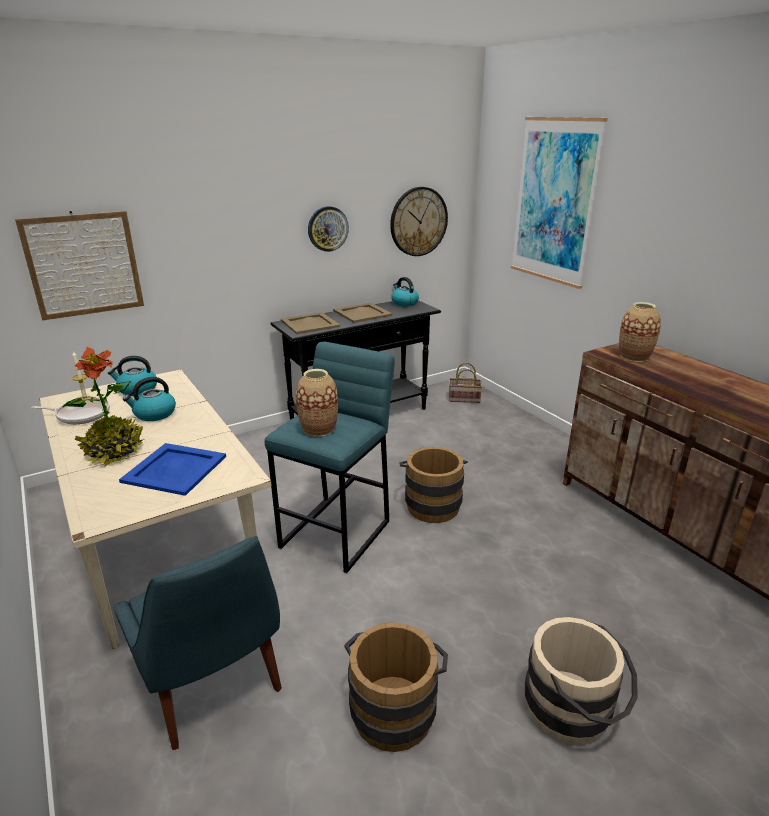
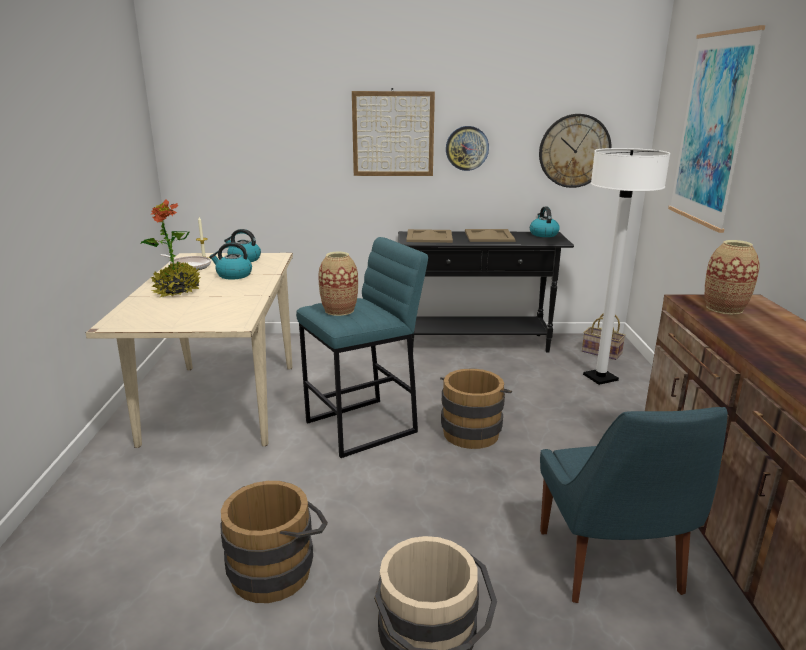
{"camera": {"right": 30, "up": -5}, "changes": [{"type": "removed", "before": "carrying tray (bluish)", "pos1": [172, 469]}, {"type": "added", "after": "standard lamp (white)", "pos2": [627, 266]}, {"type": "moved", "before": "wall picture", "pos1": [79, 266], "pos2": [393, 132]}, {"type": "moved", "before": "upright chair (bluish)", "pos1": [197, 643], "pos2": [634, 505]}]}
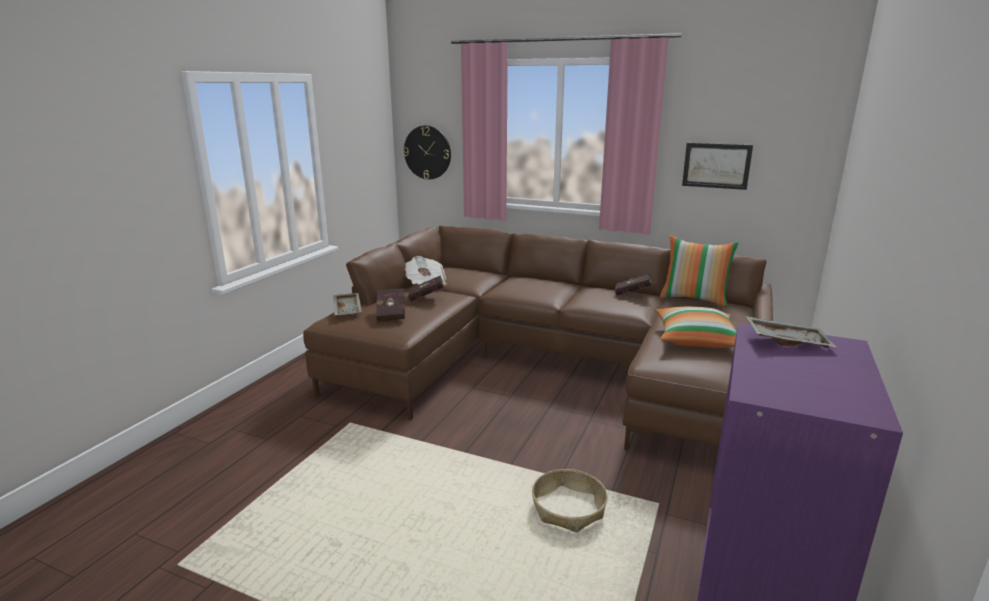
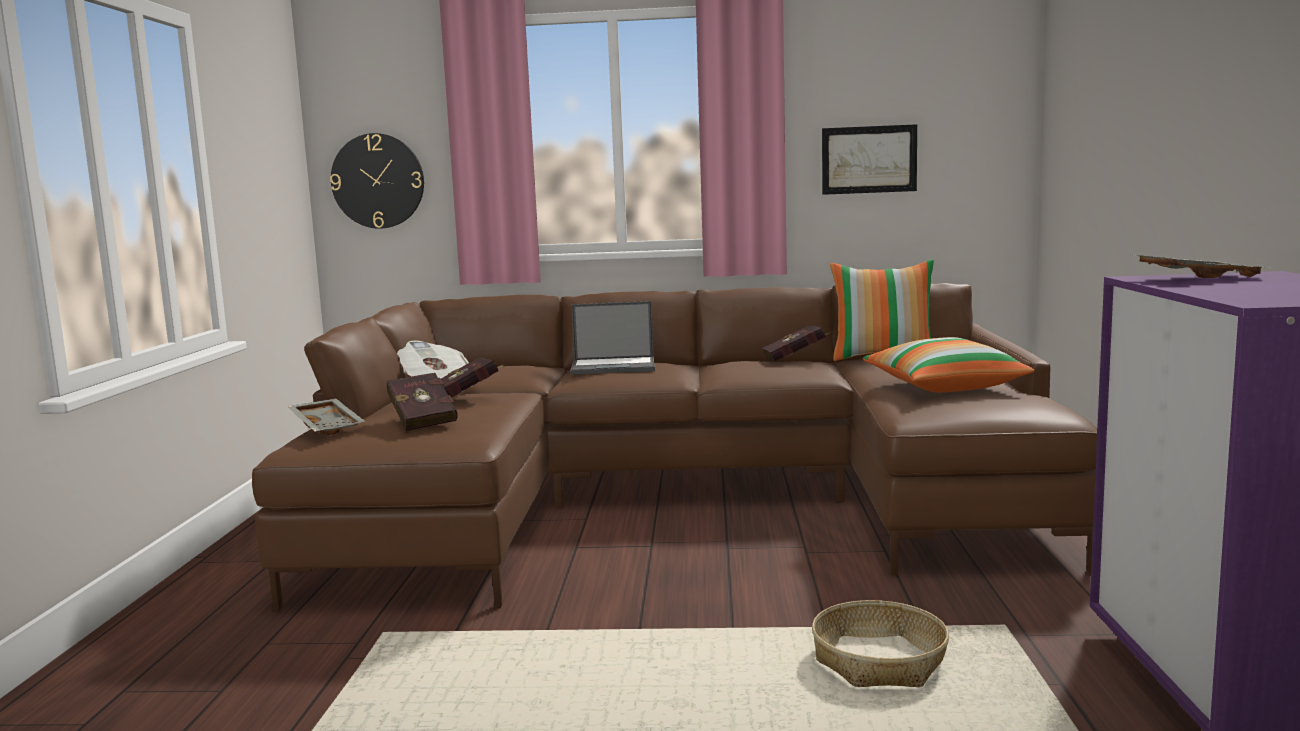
{"camera": {"right": -20, "up": -10}, "changes": [{"type": "added", "after": "portable computer", "pos2": [612, 338]}]}
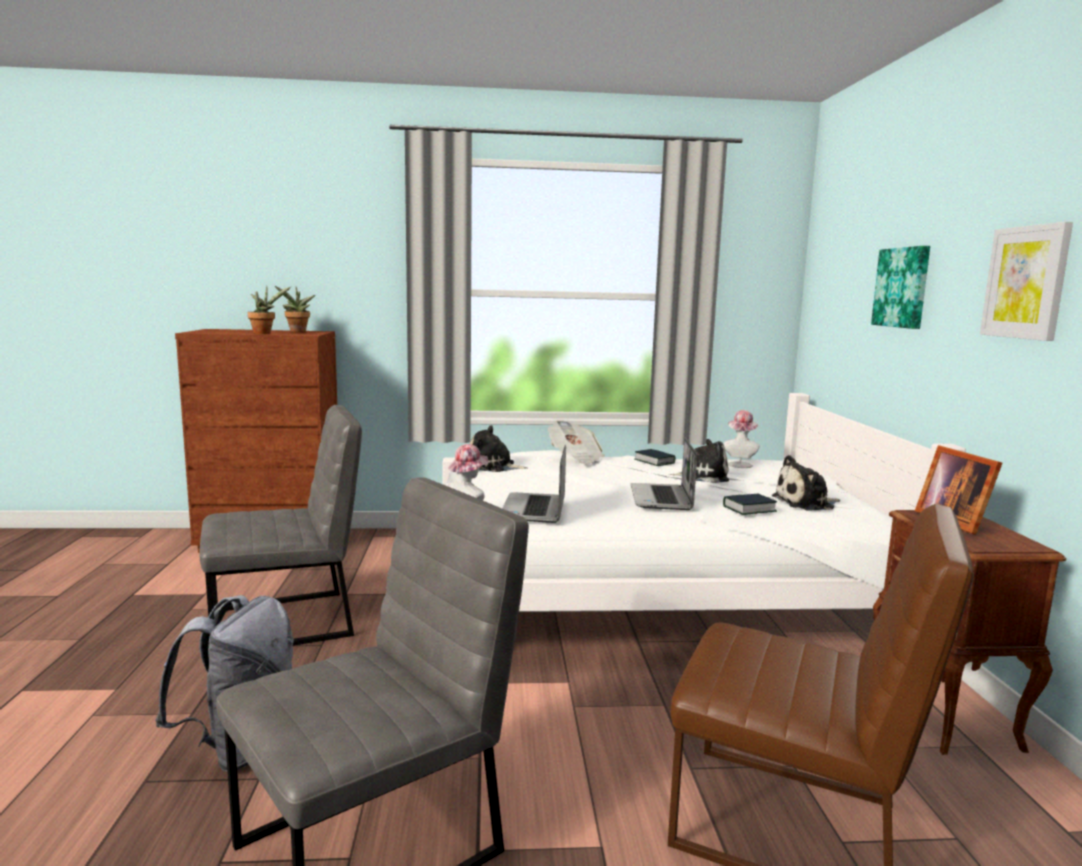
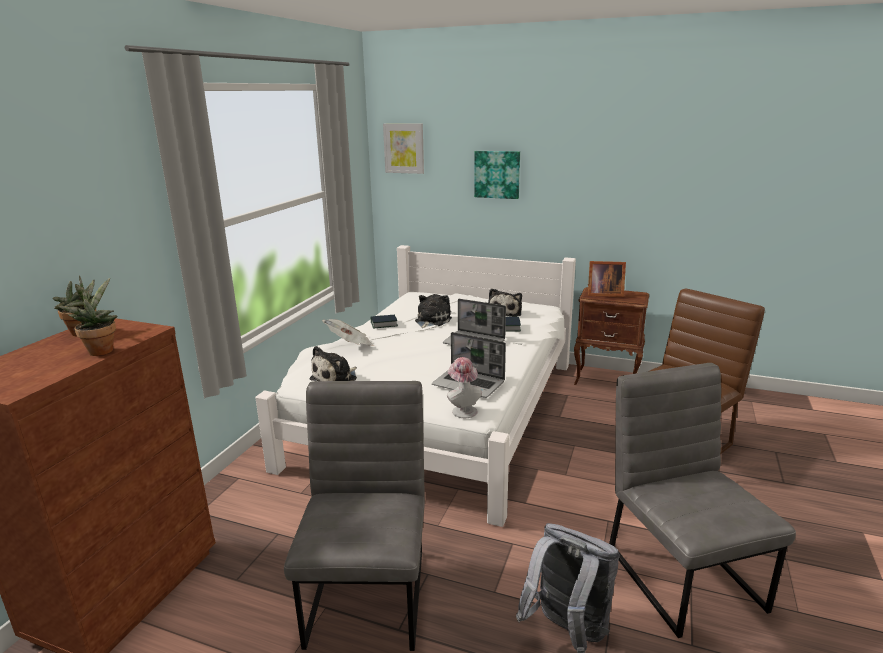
{"camera": {"right": -65, "up": 10}, "changes": [{"type": "removed", "before": "hat", "pos1": [742, 439]}, {"type": "moved", "before": "wall picture", "pos1": [1026, 281], "pos2": [403, 148]}]}
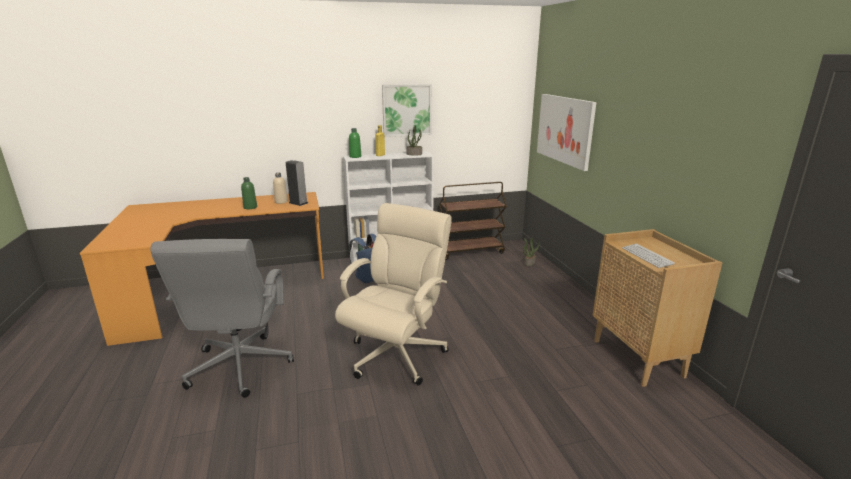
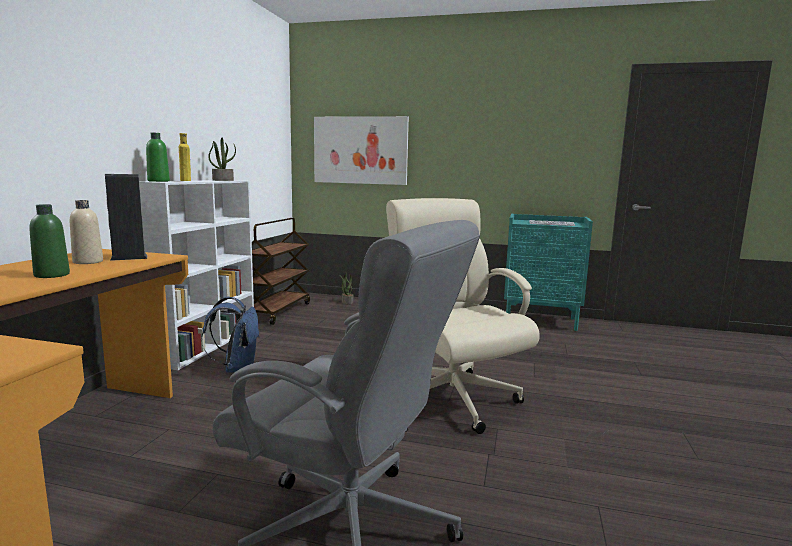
{"camera": {"right": -60, "up": -10}, "changes": [{"type": "removed", "before": "wall picture", "pos1": [407, 110]}, {"type": "recoloured", "before": "cabinet (brown)", "after": "cabinet (turquoise)", "pos1": [657, 308], "pos2": [548, 272]}]}
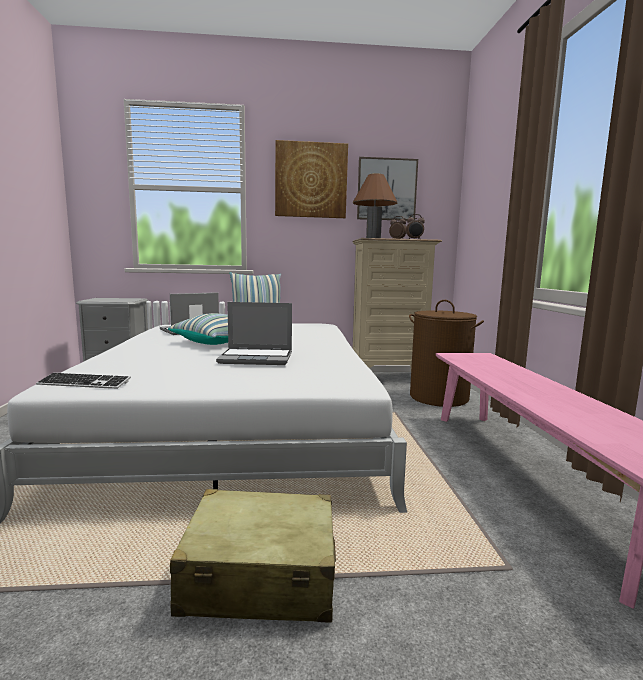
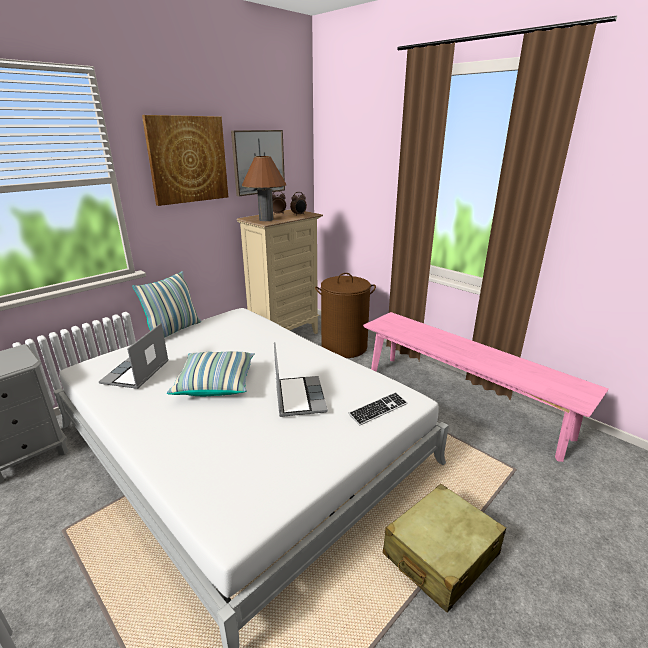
{"camera": {"right": -40, "up": 15}, "changes": [{"type": "moved", "before": "PC keyboard", "pos1": [83, 381], "pos2": [378, 409]}, {"type": "turned", "before": "portable computer", "pos1": [254, 333], "pos2": [301, 379], "turn": -60}]}
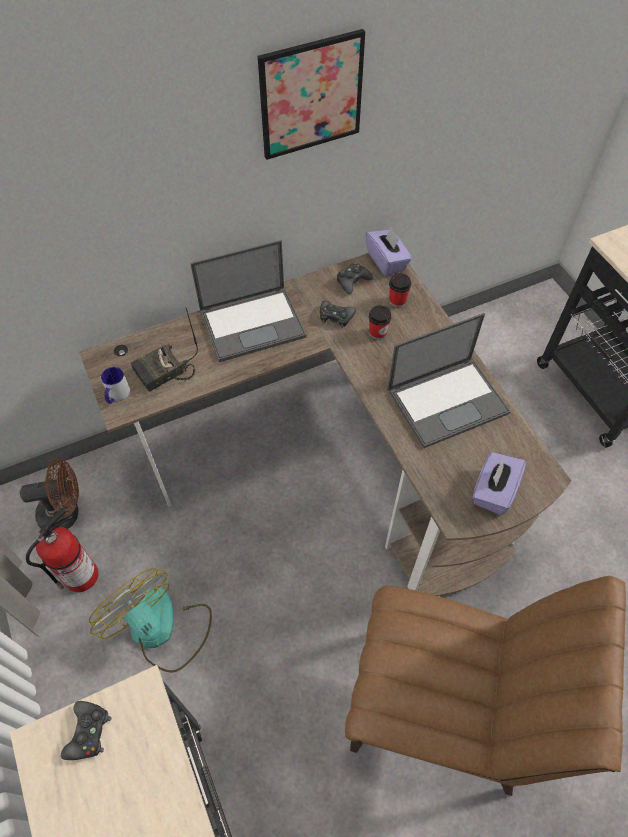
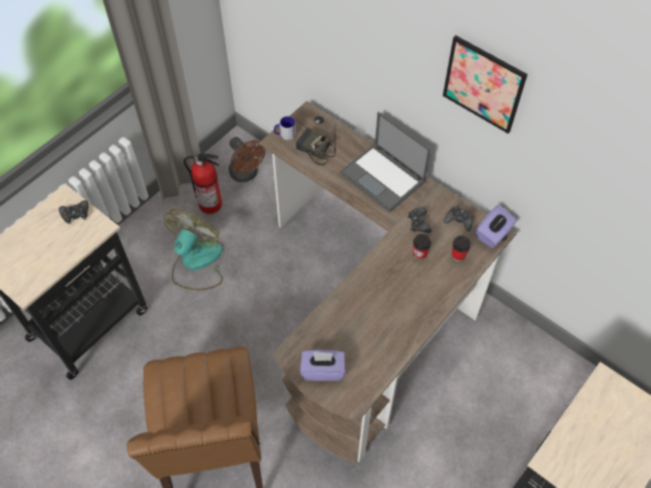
{"camera": {"right": 65, "up": 0}, "changes": [{"type": "removed", "before": "portable computer", "pos1": [449, 380]}]}
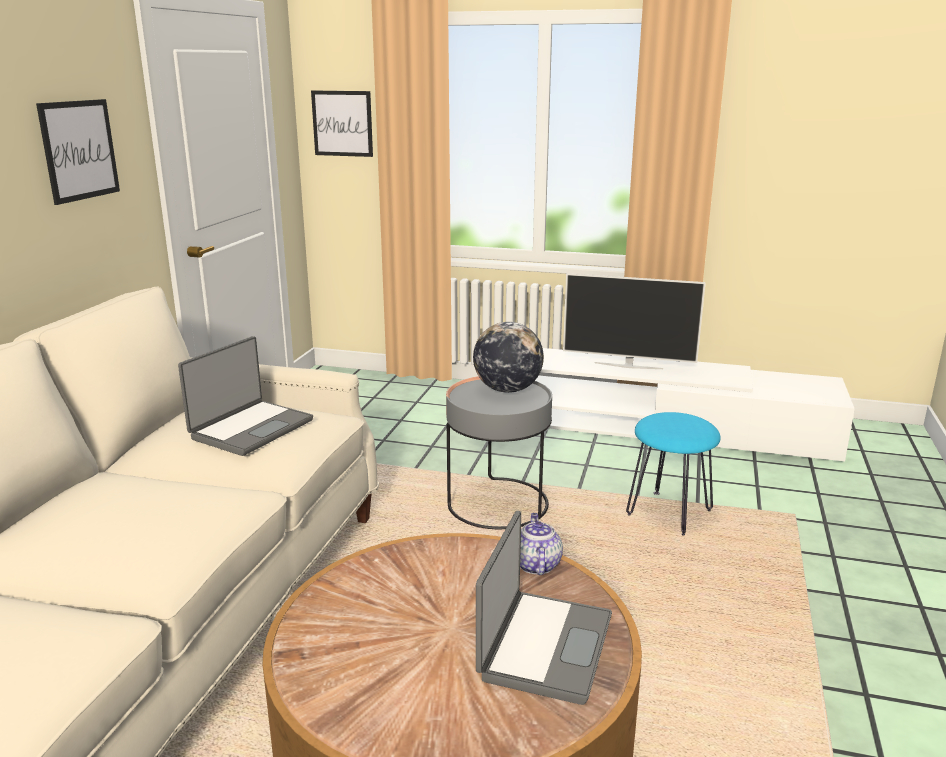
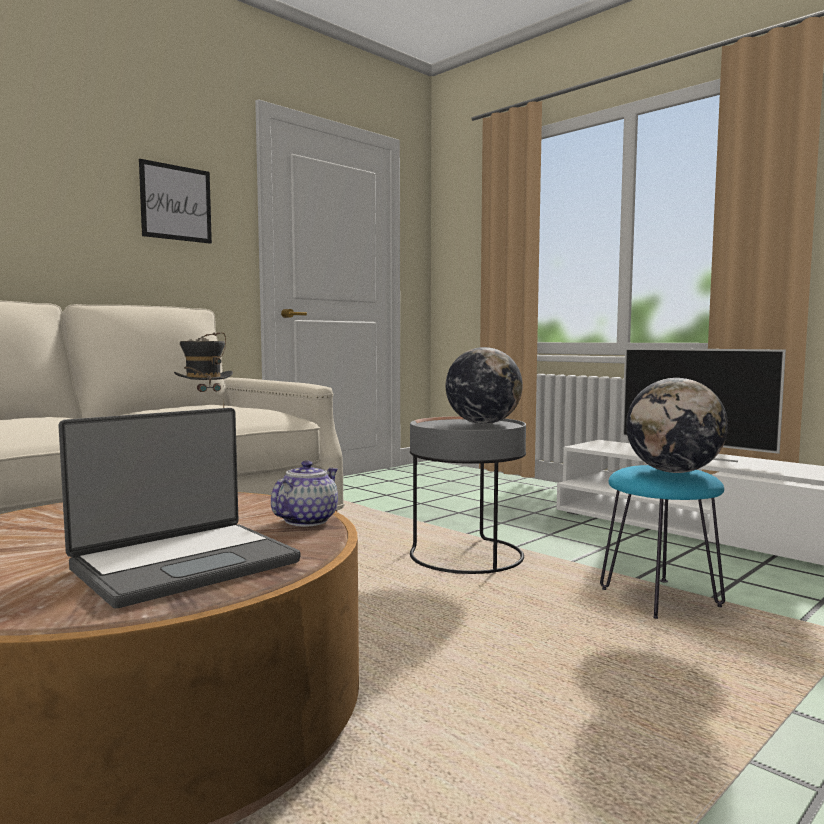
{"camera": {"right": 30, "up": -15}, "changes": [{"type": "removed", "before": "wall picture", "pos1": [342, 124]}, {"type": "added", "after": "world globe", "pos2": [677, 425]}, {"type": "replaced", "before": "portable computer", "after": "hat", "pos1": [245, 396], "pos2": [203, 370]}]}
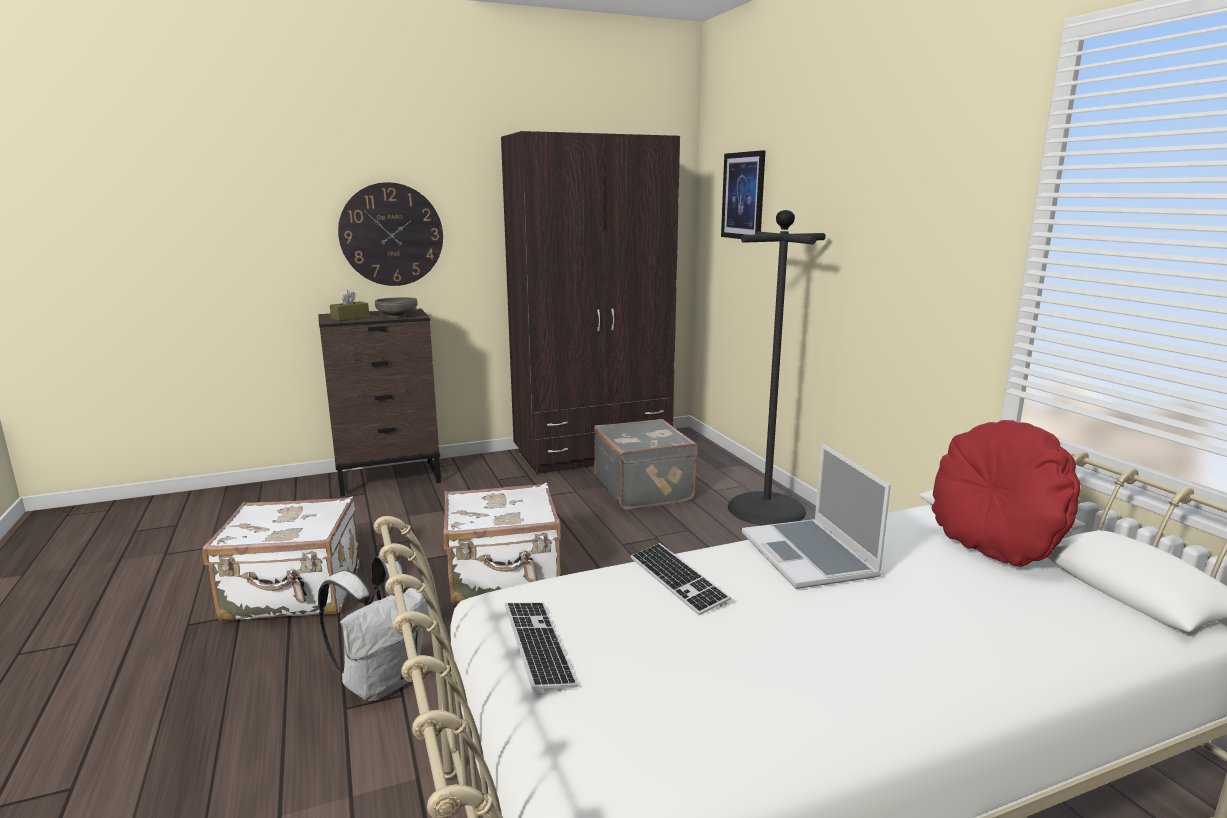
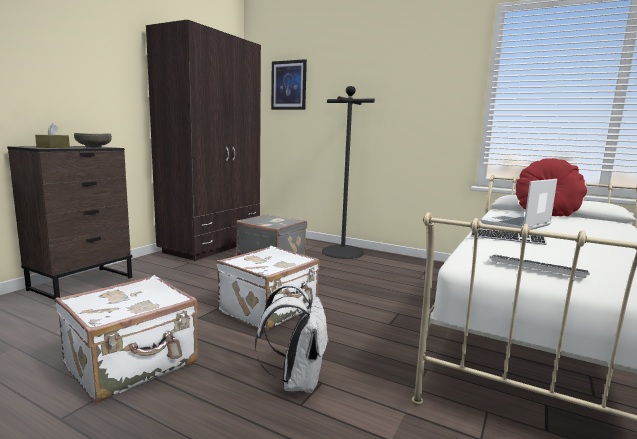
{"camera": {"right": -40, "up": -5}, "changes": [{"type": "removed", "before": "clock on the wall", "pos1": [390, 234]}, {"type": "turned", "before": "portable computer", "pos1": [816, 516], "pos2": [519, 204], "turn": 105}]}
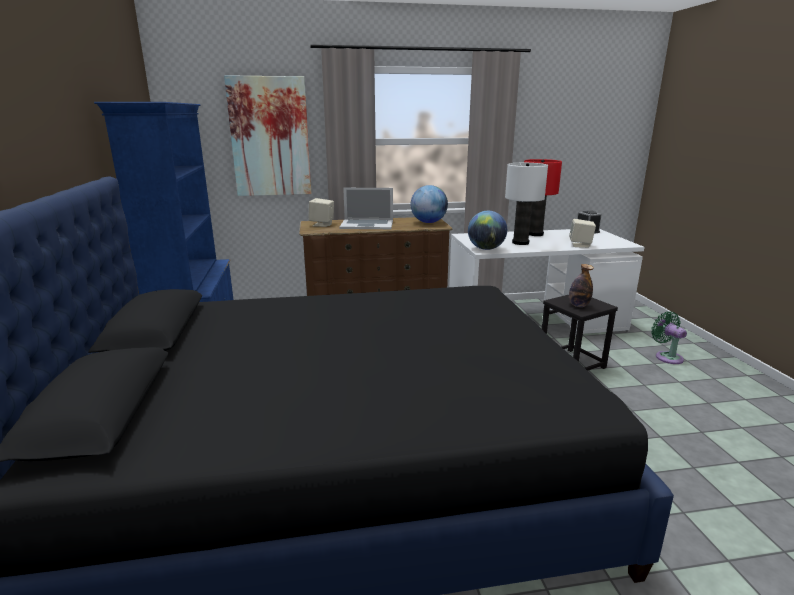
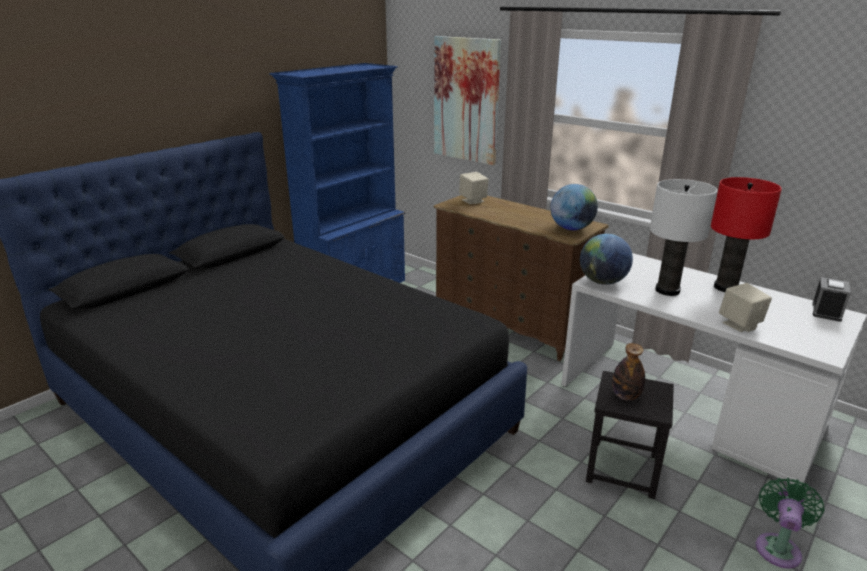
{"camera": {"right": 50, "up": 5}, "changes": [{"type": "removed", "before": "portable computer", "pos1": [366, 208]}]}
